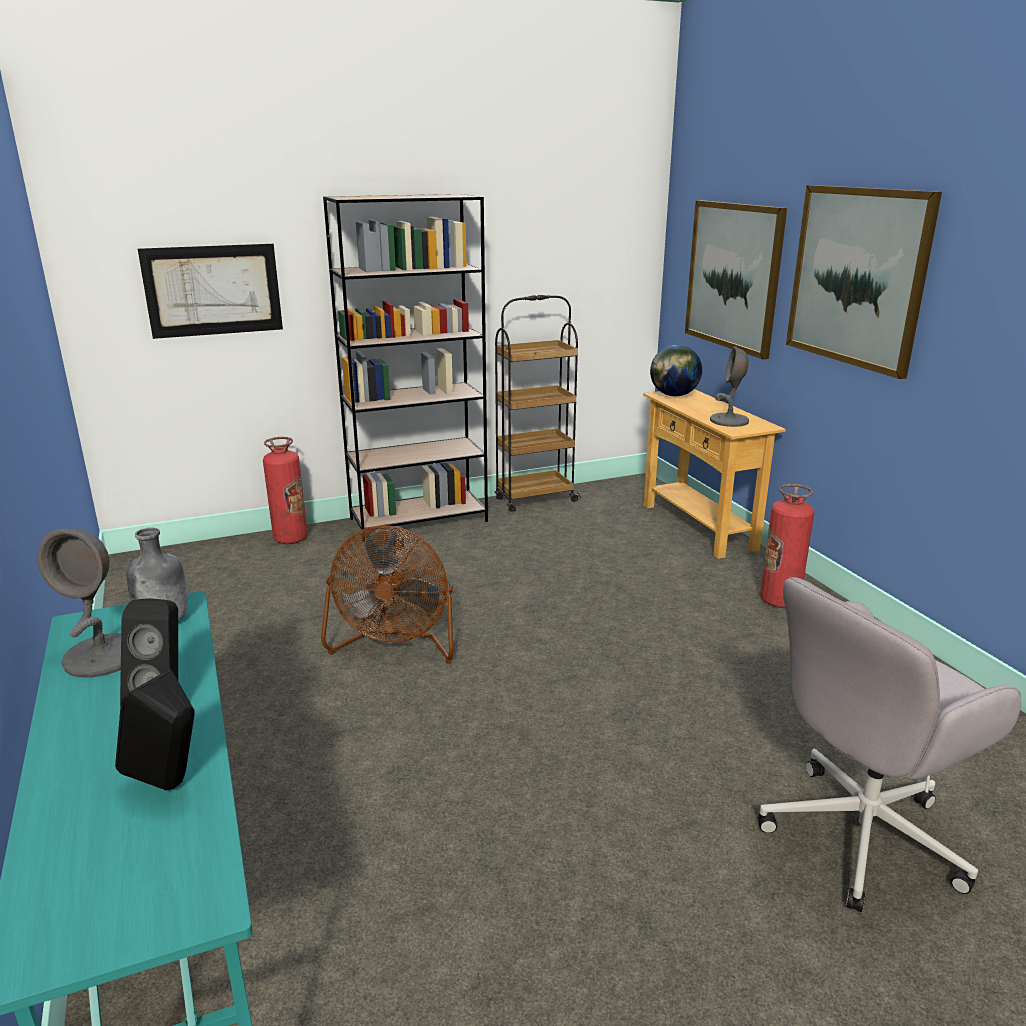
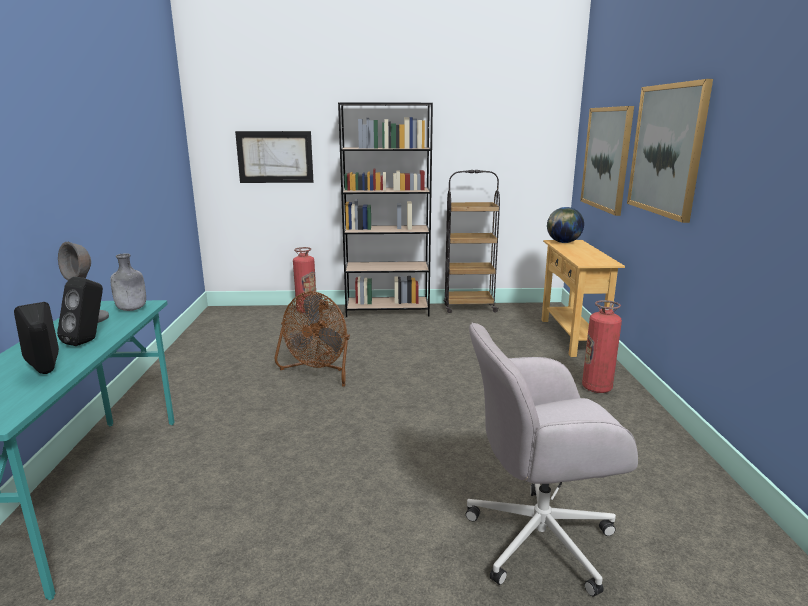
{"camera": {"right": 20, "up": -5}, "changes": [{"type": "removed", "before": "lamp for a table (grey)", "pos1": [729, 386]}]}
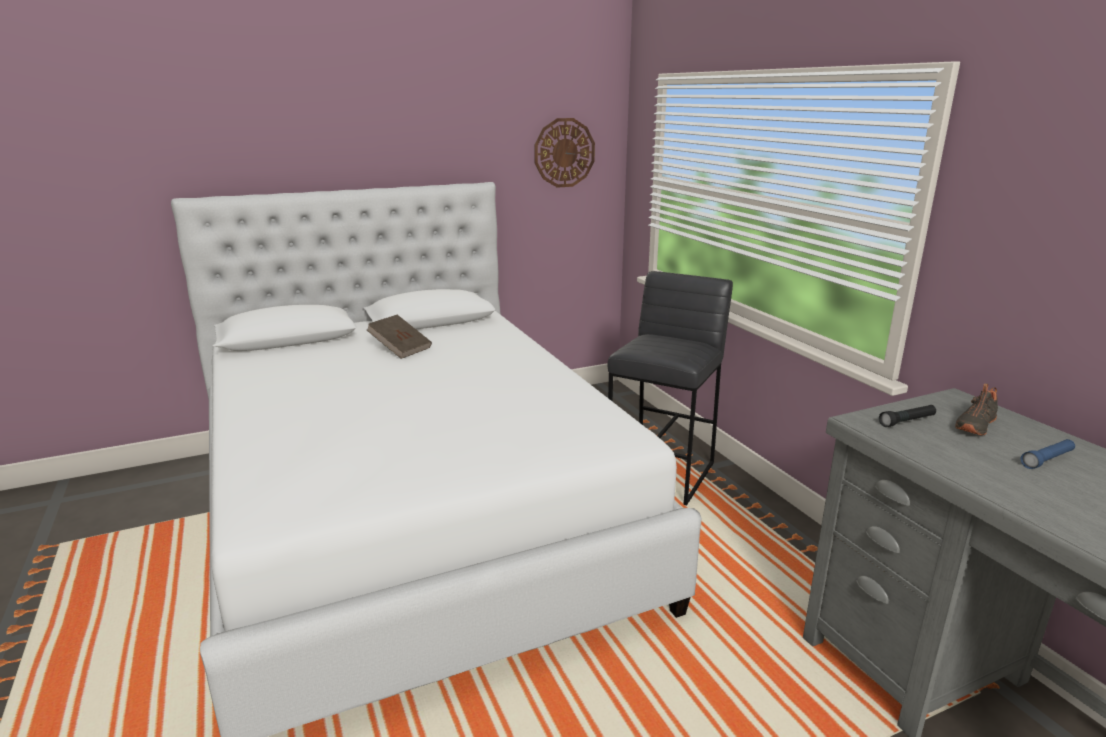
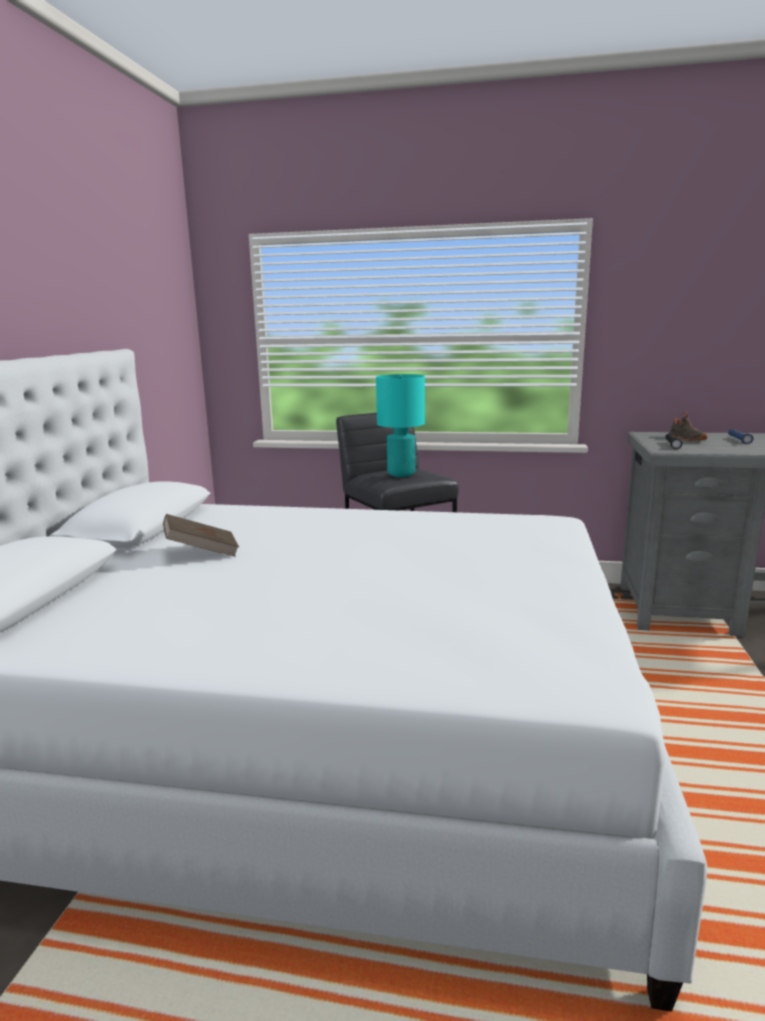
{"camera": {"right": -55, "up": -5}, "changes": [{"type": "removed", "before": "clock on the wall", "pos1": [564, 153]}, {"type": "added", "after": "lamp for a table (turquoise)", "pos2": [400, 425]}]}
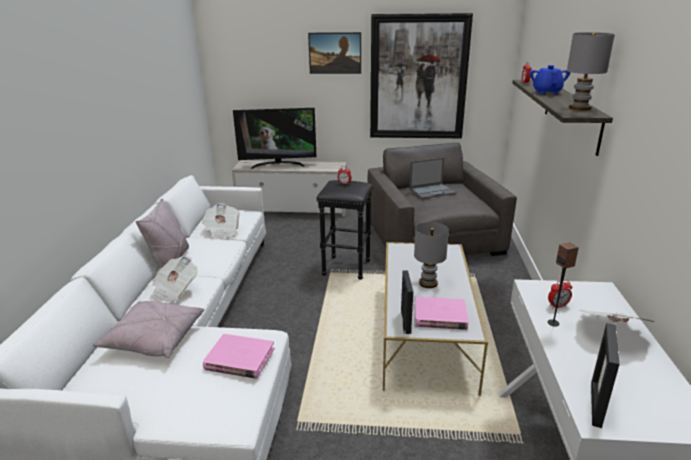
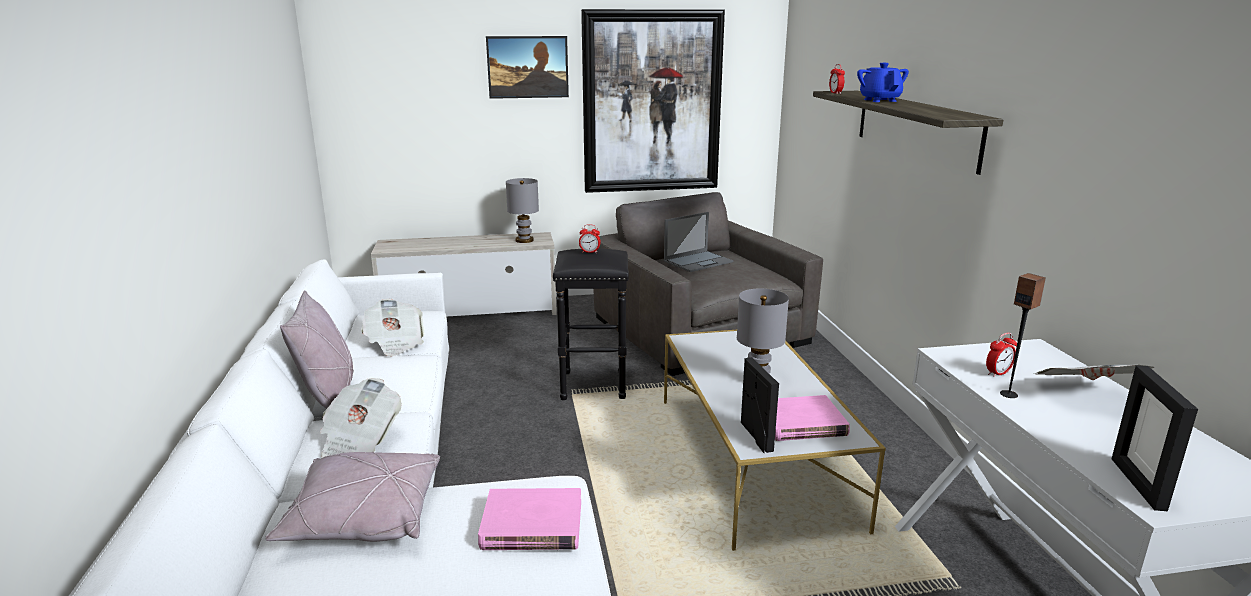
{"camera": {"right": -15, "up": -5}, "changes": [{"type": "removed", "before": "television", "pos1": [274, 138]}, {"type": "moved", "before": "lamp for a table (grey)", "pos1": [591, 71], "pos2": [522, 210]}]}
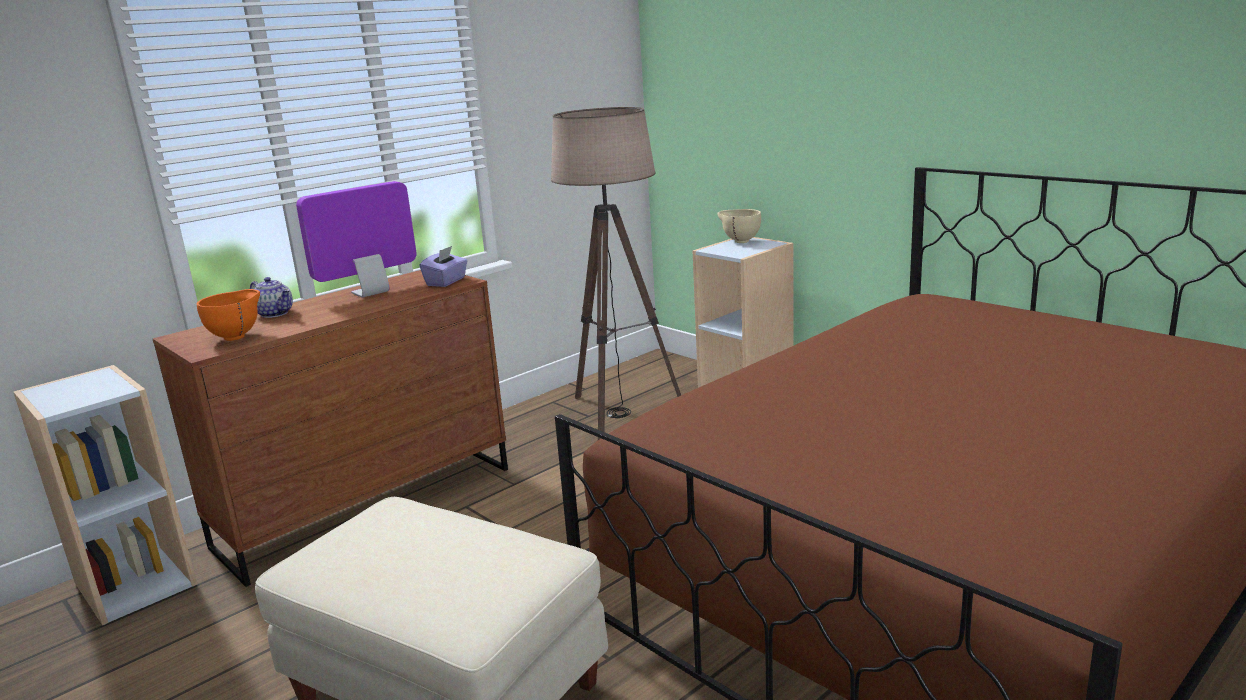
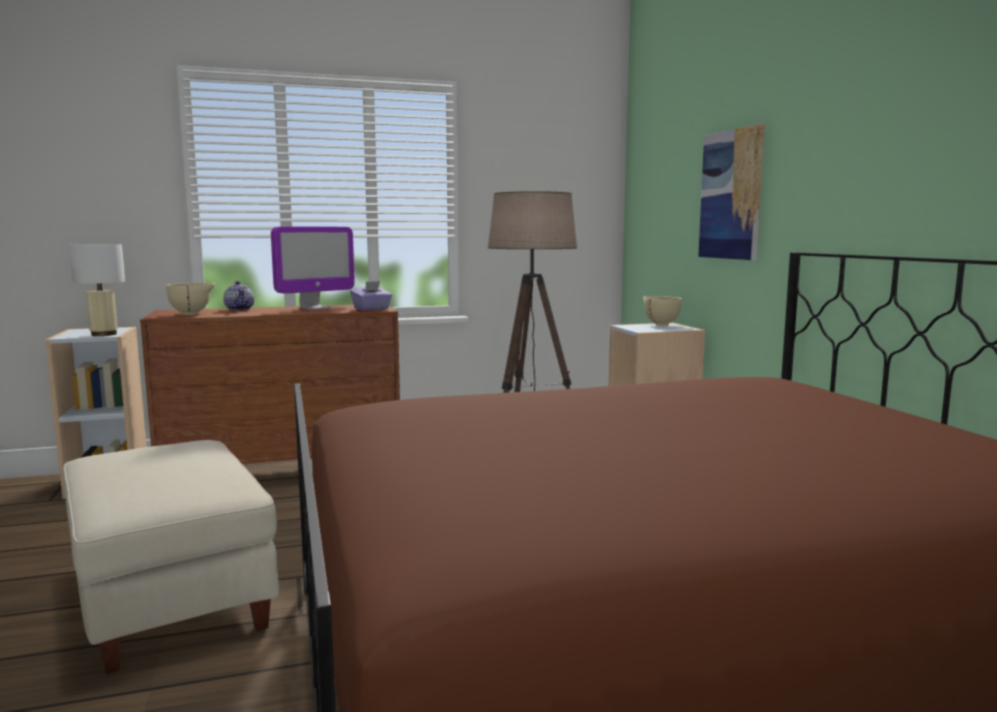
{"camera": {"right": 25, "up": -10}, "changes": [{"type": "added", "after": "lamp for a table (white)", "pos2": [97, 290]}, {"type": "added", "after": "wall picture", "pos2": [731, 191]}, {"type": "recoloured", "before": "deep dish (orange-coloured)", "after": "deep dish (beige-coloured)", "pos1": [228, 315], "pos2": [190, 299]}, {"type": "turned", "before": "monitor", "pos1": [356, 239], "pos2": [313, 268], "turn": 150}]}
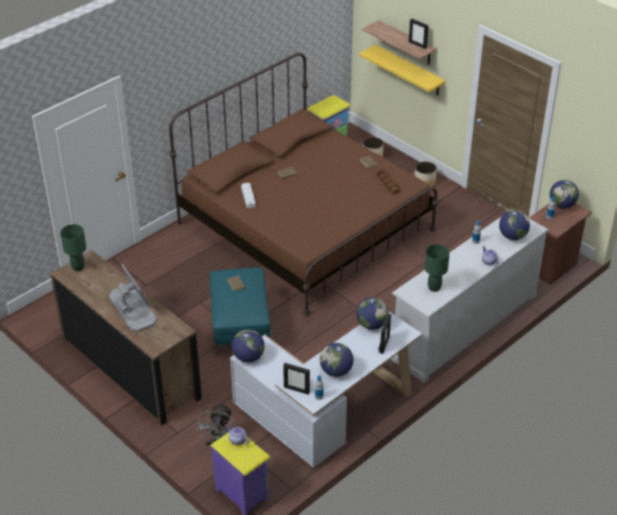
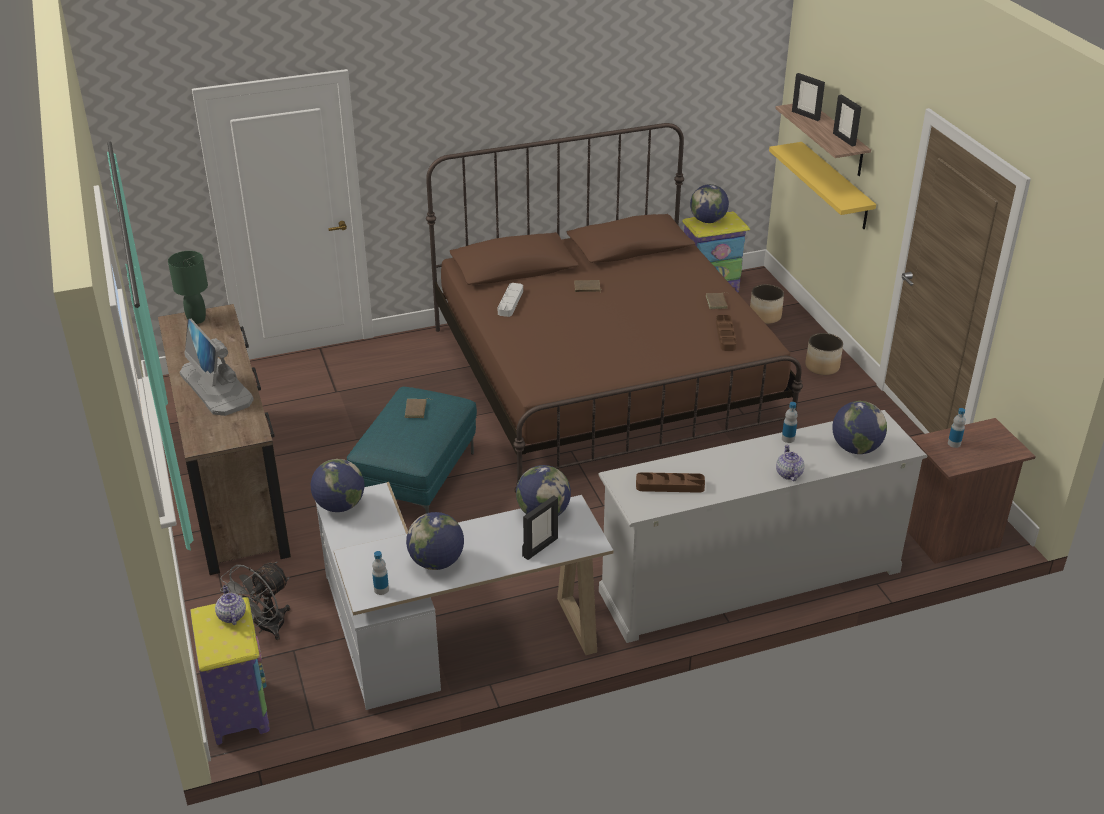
{"camera": {"right": 25, "up": -5}, "changes": [{"type": "moved", "before": "standing frame", "pos1": [296, 379], "pos2": [808, 97]}, {"type": "moved", "before": "world globe", "pos1": [564, 194], "pos2": [709, 203]}, {"type": "replaced", "before": "lamp for a table (greenish)", "after": "carrying tray (brown)", "pos1": [437, 268], "pos2": [670, 482]}, {"type": "turned", "before": "monitor", "pos1": [133, 298], "pos2": [217, 367], "turn": 150}]}
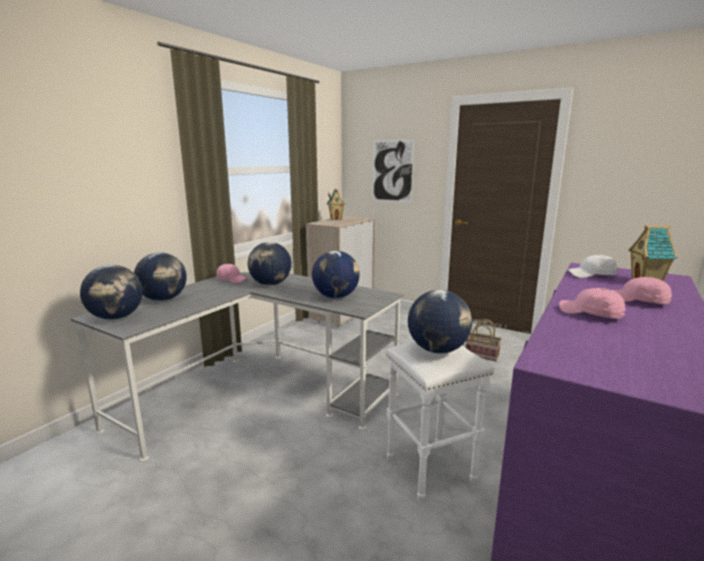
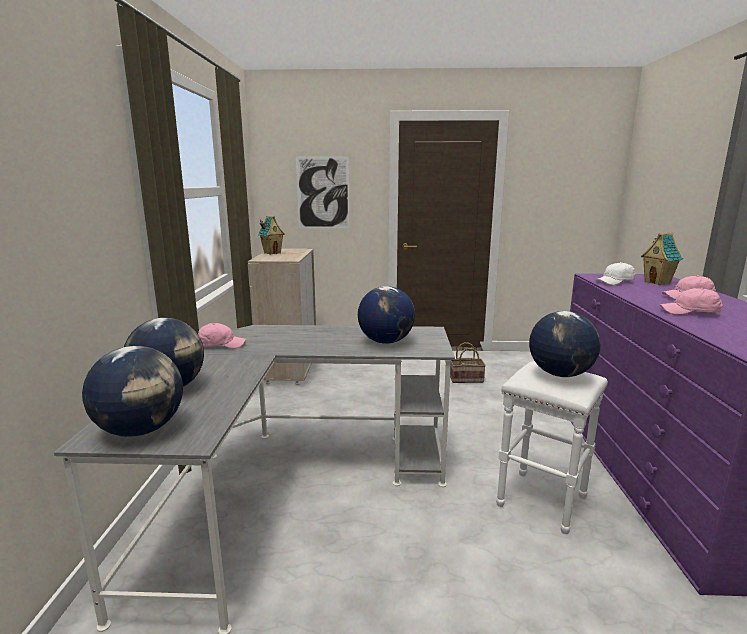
{"camera": {"right": -30, "up": 0}, "changes": [{"type": "removed", "before": "world globe", "pos1": [270, 263]}]}
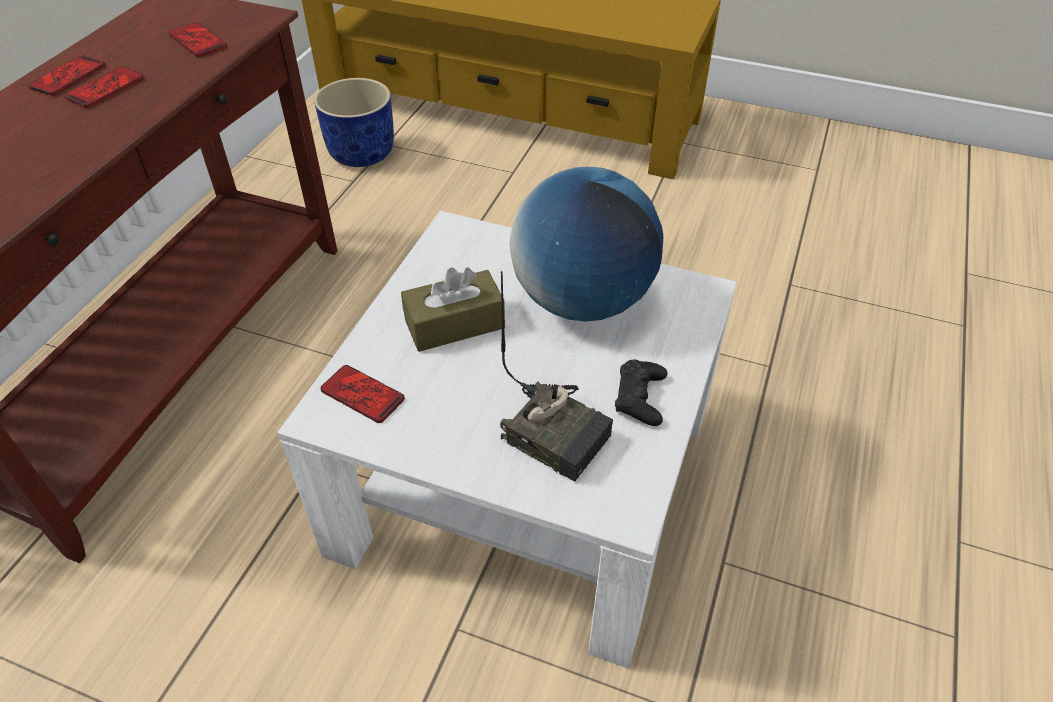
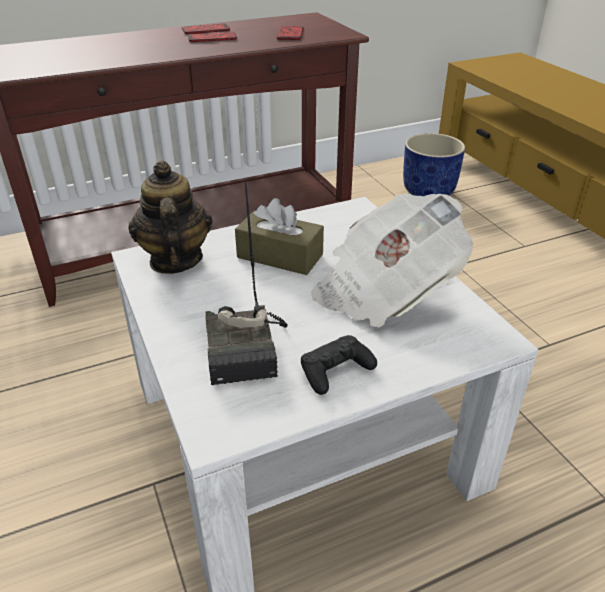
{"camera": {"right": 45, "up": -10}, "changes": [{"type": "replaced", "before": "handset", "after": "tea pot", "pos1": [362, 394], "pos2": [170, 217]}, {"type": "replaced", "before": "world globe", "after": "newspaper", "pos1": [587, 244], "pos2": [392, 260]}]}
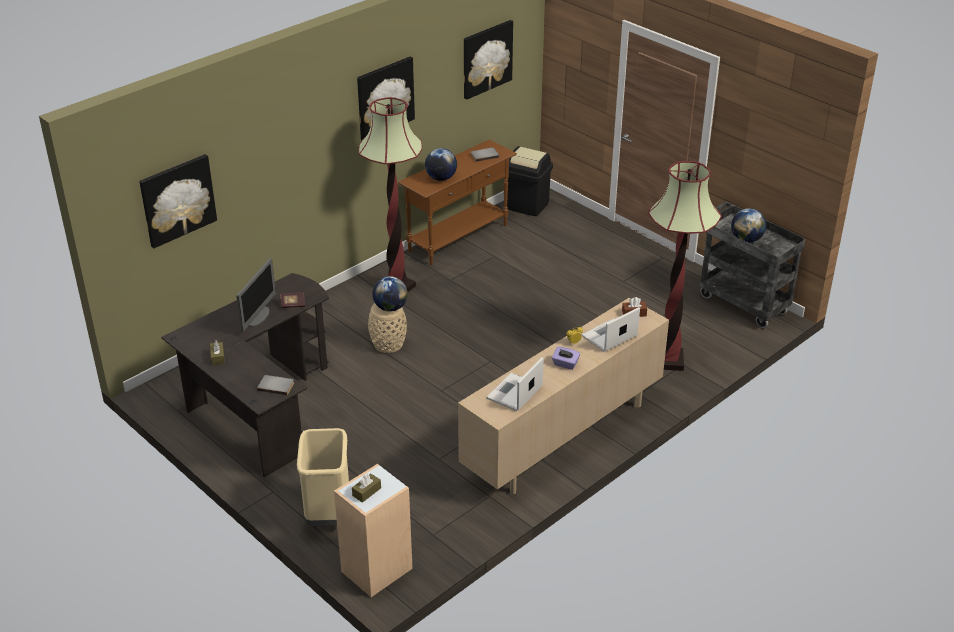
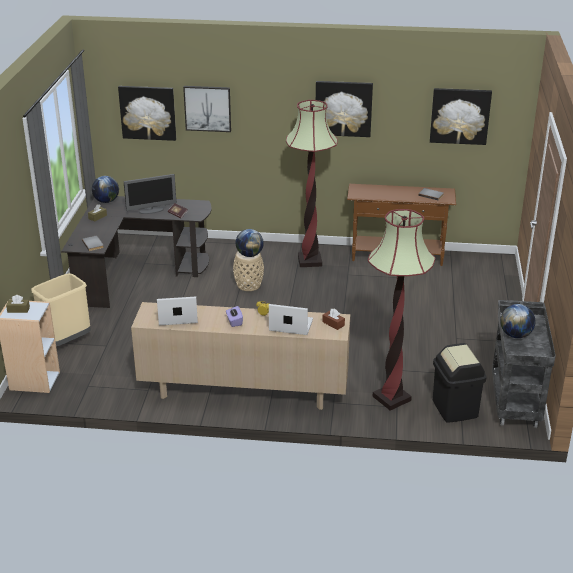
{"camera": {"right": 50, "up": -5}, "changes": [{"type": "added", "after": "wall picture", "pos2": [207, 109]}, {"type": "moved", "before": "world globe", "pos1": [441, 164], "pos2": [105, 189]}, {"type": "moved", "before": "rubbish bin (blackish)", "pos1": [530, 181], "pos2": [460, 383]}]}
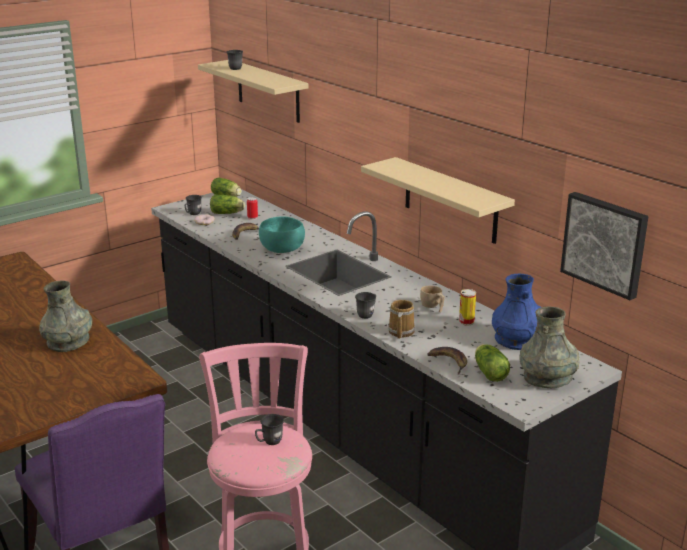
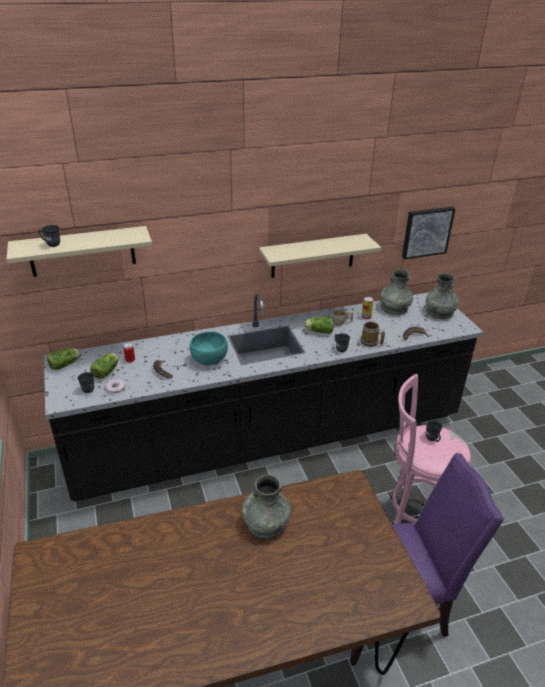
{"camera": {"right": -70, "up": 10}, "changes": [{"type": "moved", "before": "head of lettuce", "pos1": [492, 363], "pos2": [319, 325]}, {"type": "recoloured", "before": "vase (bluish)", "after": "vase (grey)", "pos1": [516, 312], "pos2": [396, 292]}]}
